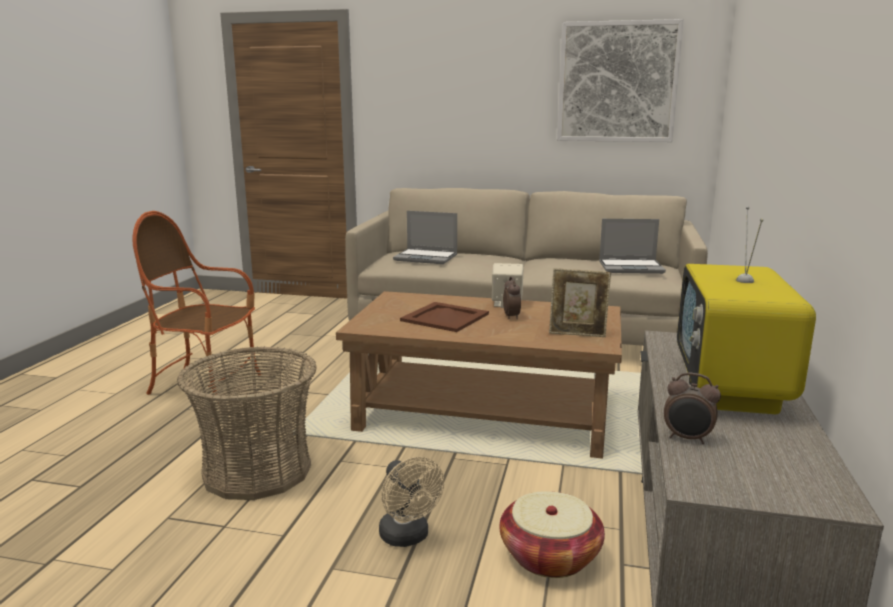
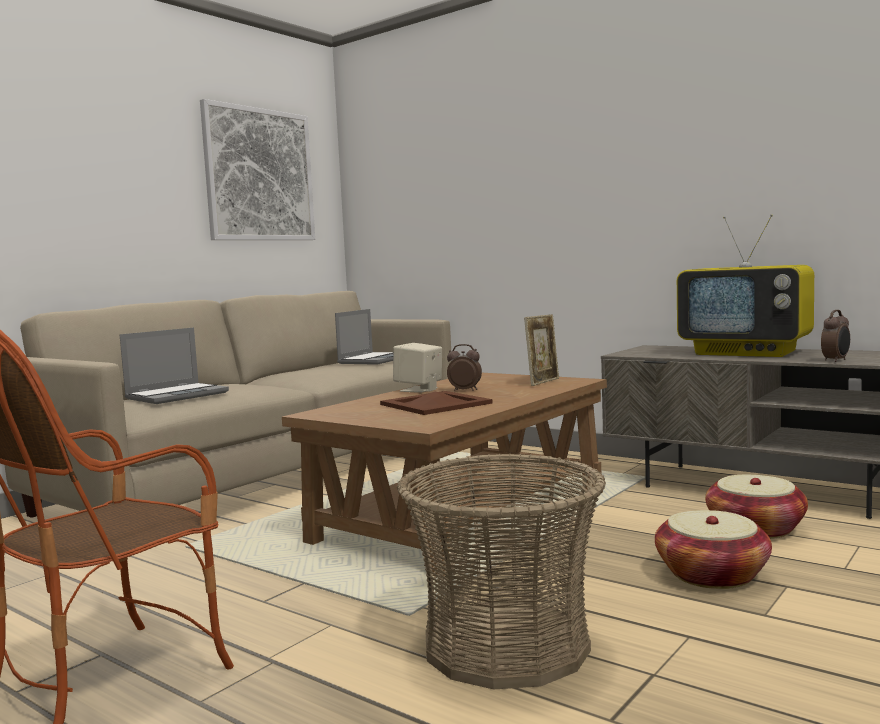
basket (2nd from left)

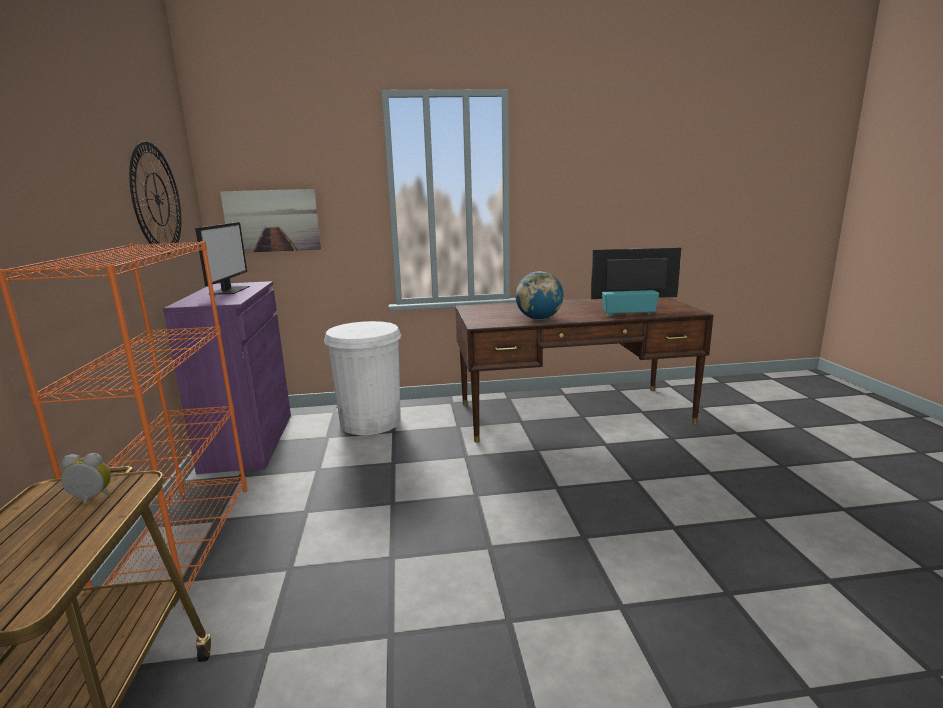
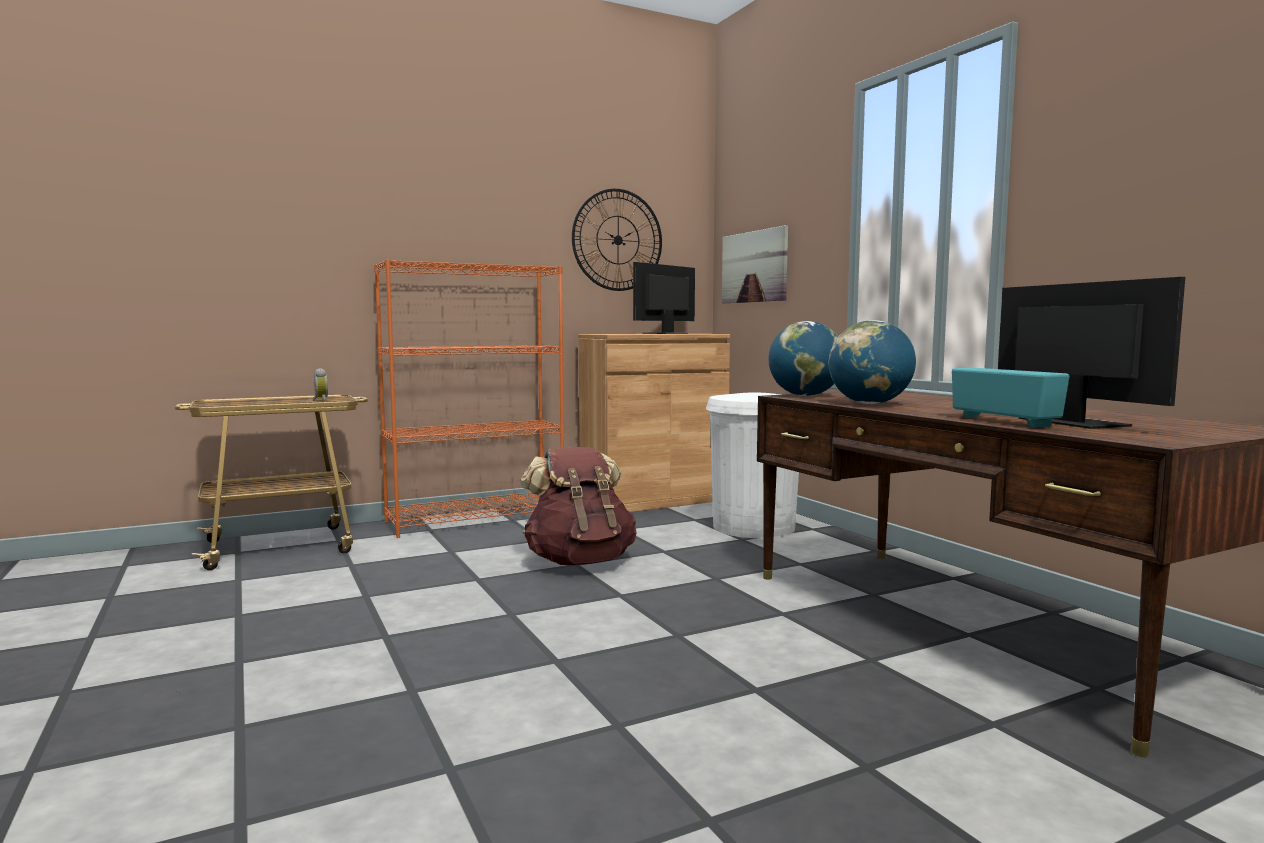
brown backpack
brown cabinet
monitor (1st from left)
globe (1st from left)

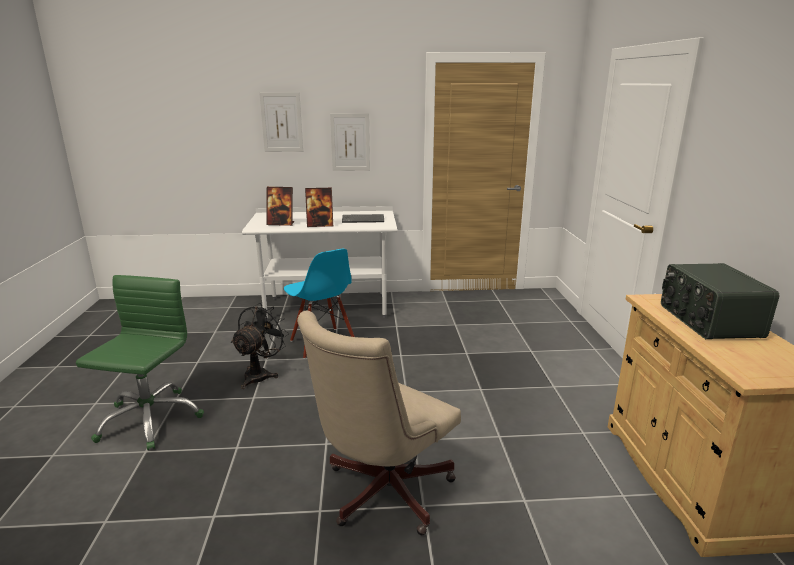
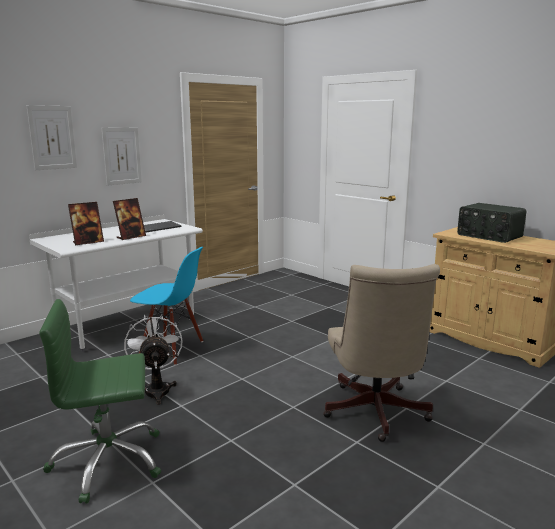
green office chair
white fan

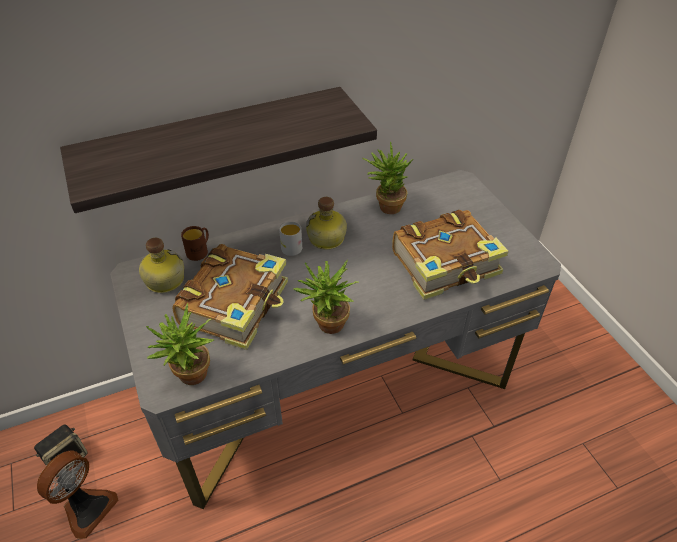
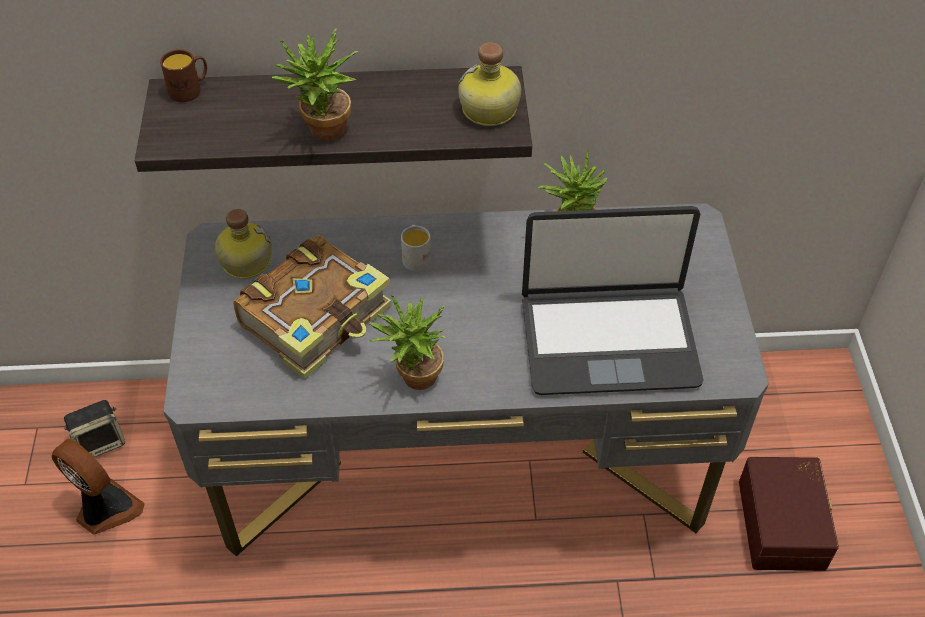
fan
brown mug
potted plant (1st from left)
bottle (2nd from left)
laptop
brown storage box

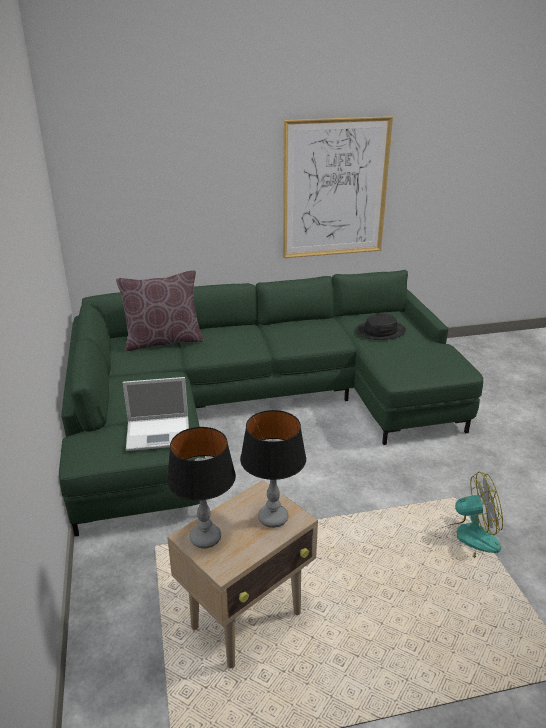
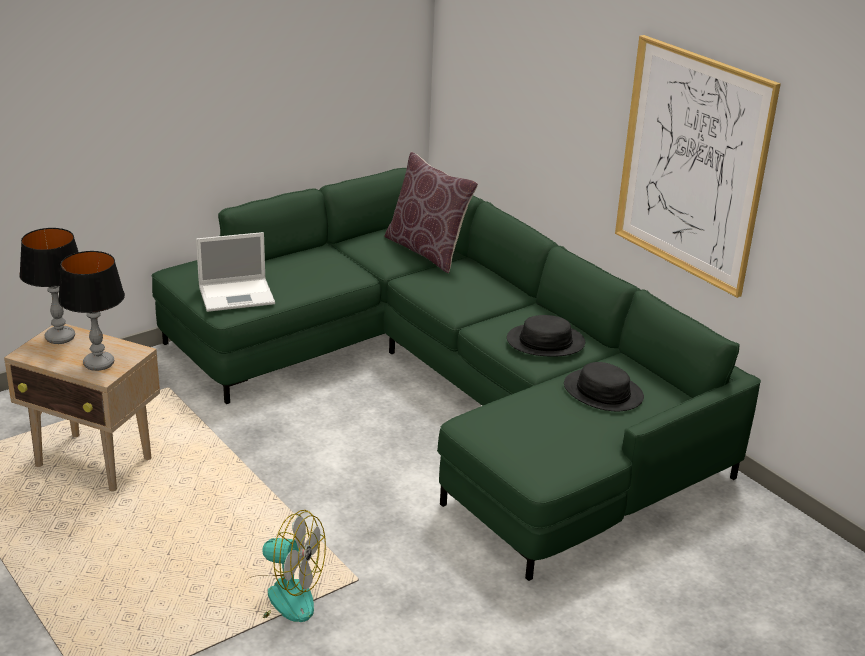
laptop
fan
black hat (1st from left)

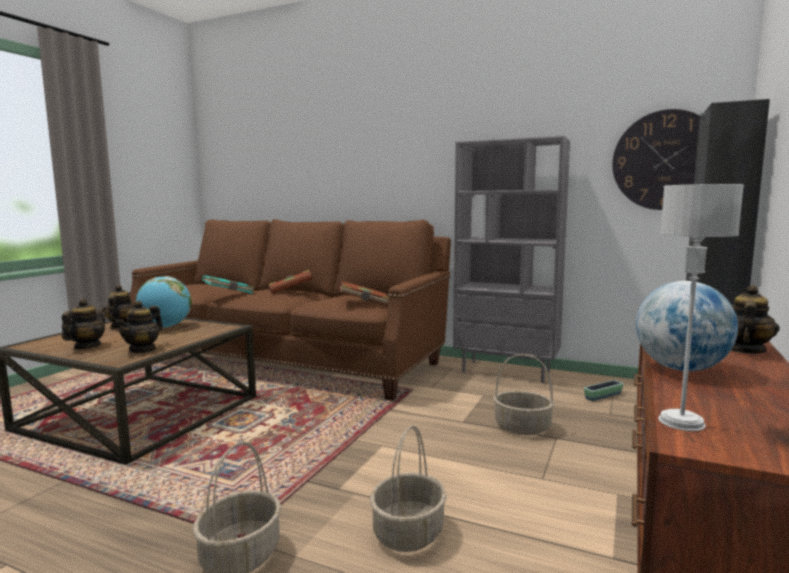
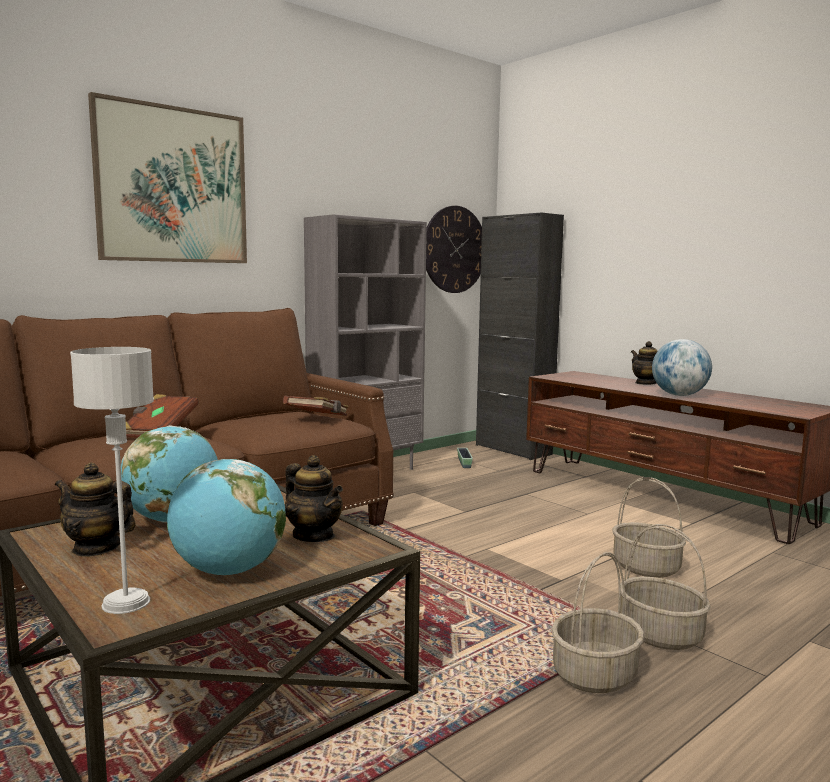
grey table lamp
picture
globe (2nd from left)
basket (1st from left)
turquoise book

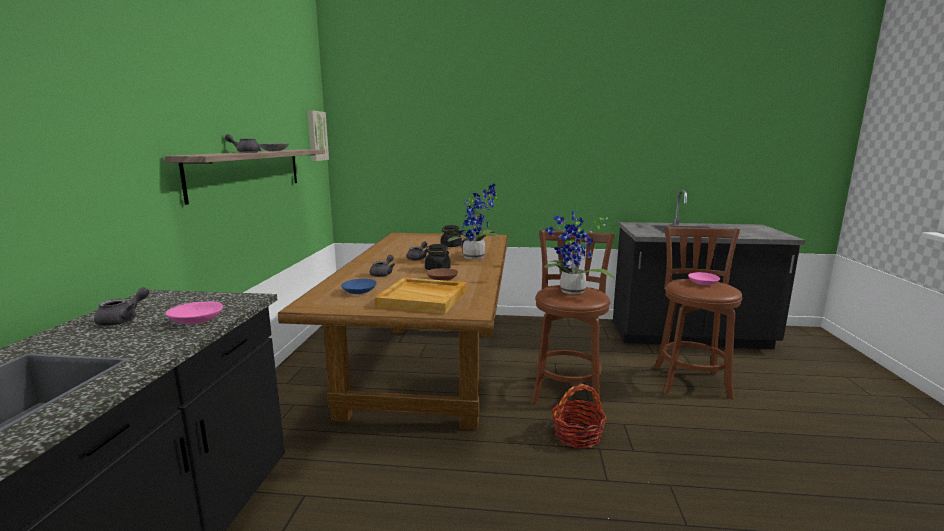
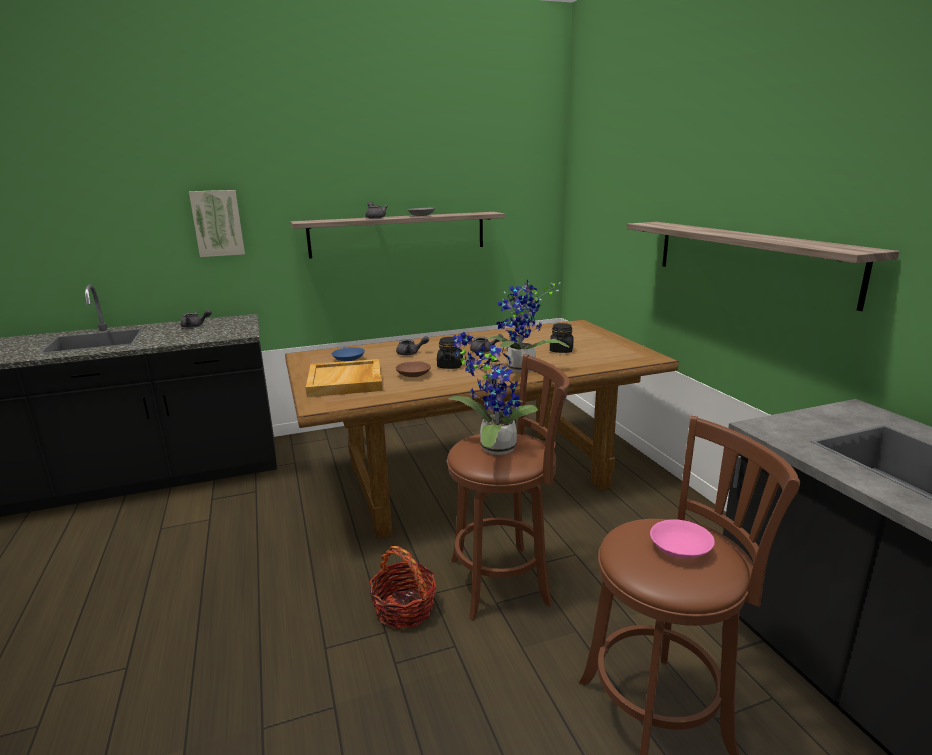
picture
shelf (2nd from left)
pink bowl (1st from left in the first image)

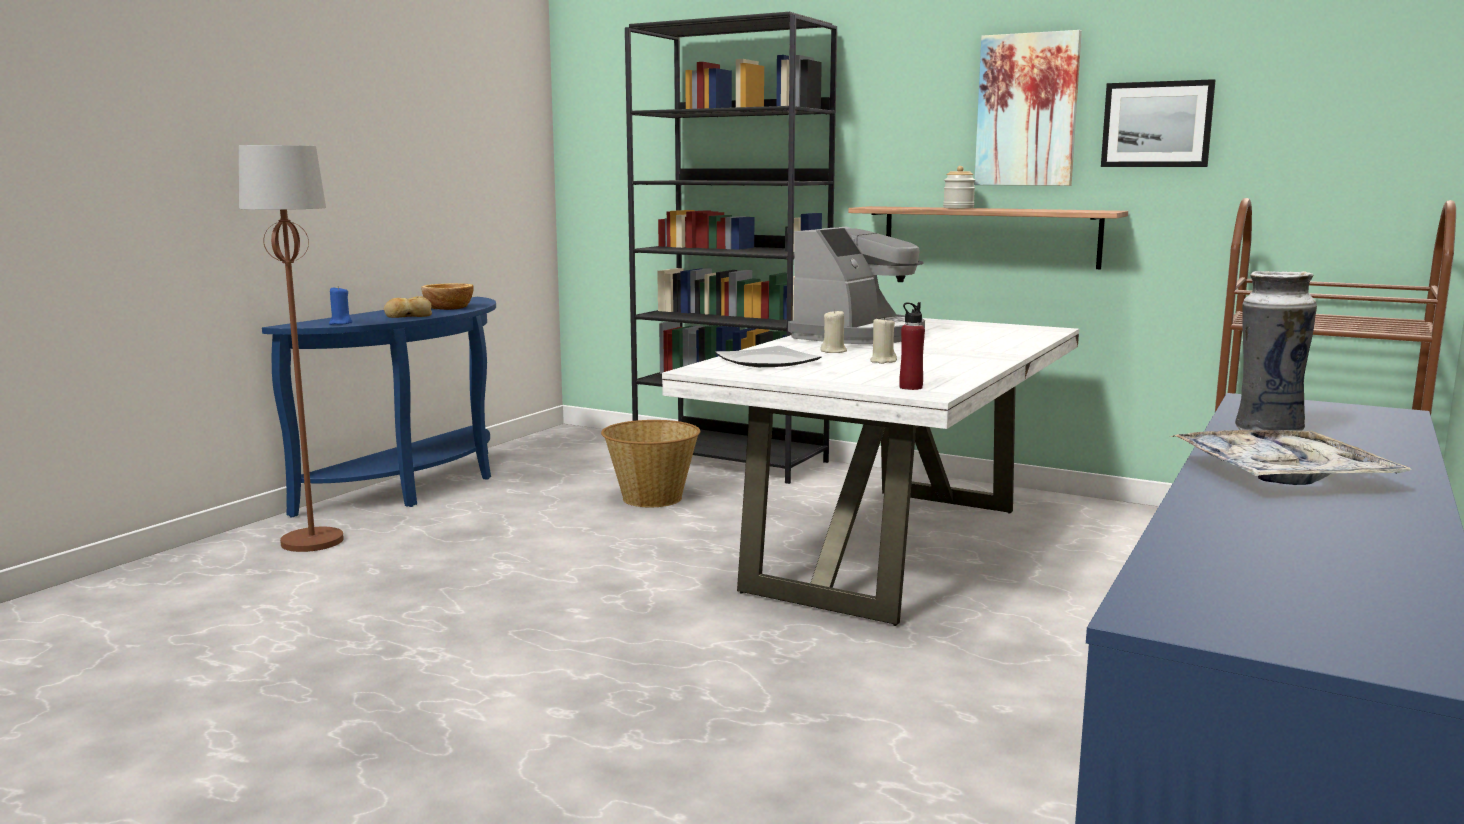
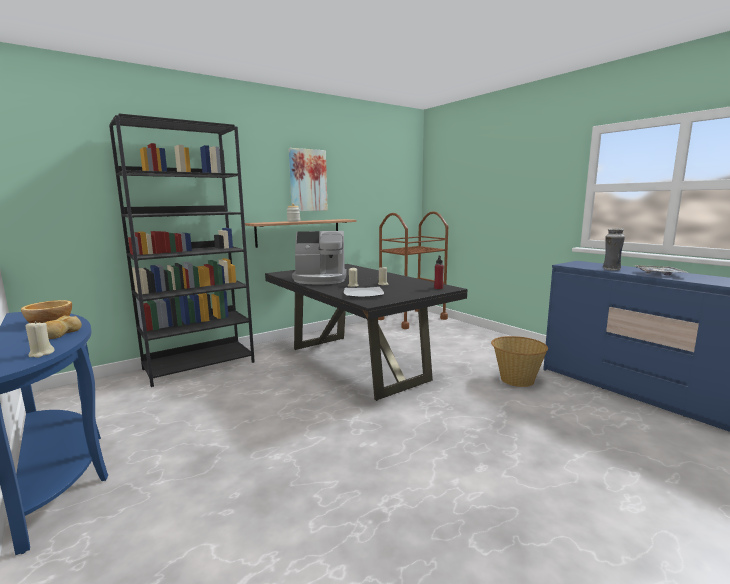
beige candle (1st from left)
black dining table
coffee machine
basket
brown floor lamp
picture (2nd from left in the first image)

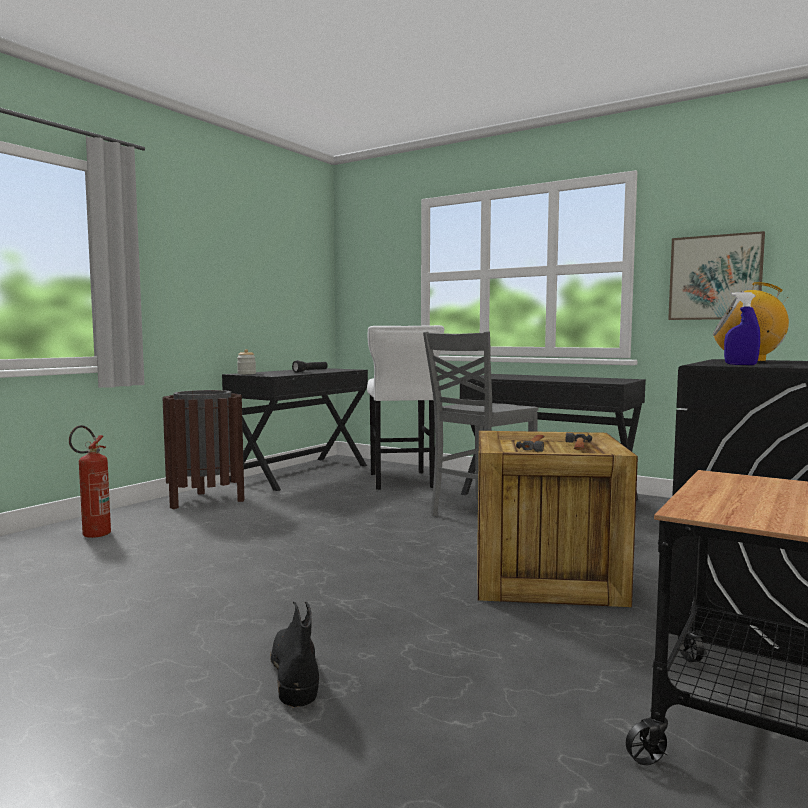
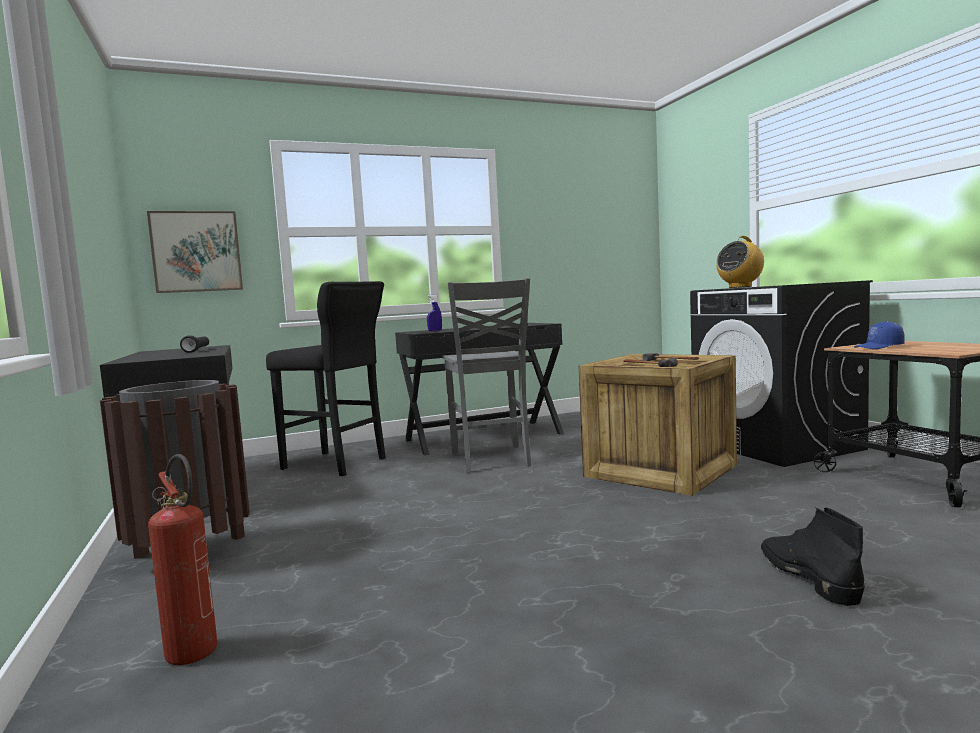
picture
black stool
blue spray bottle
black boot
blue cap
jar

